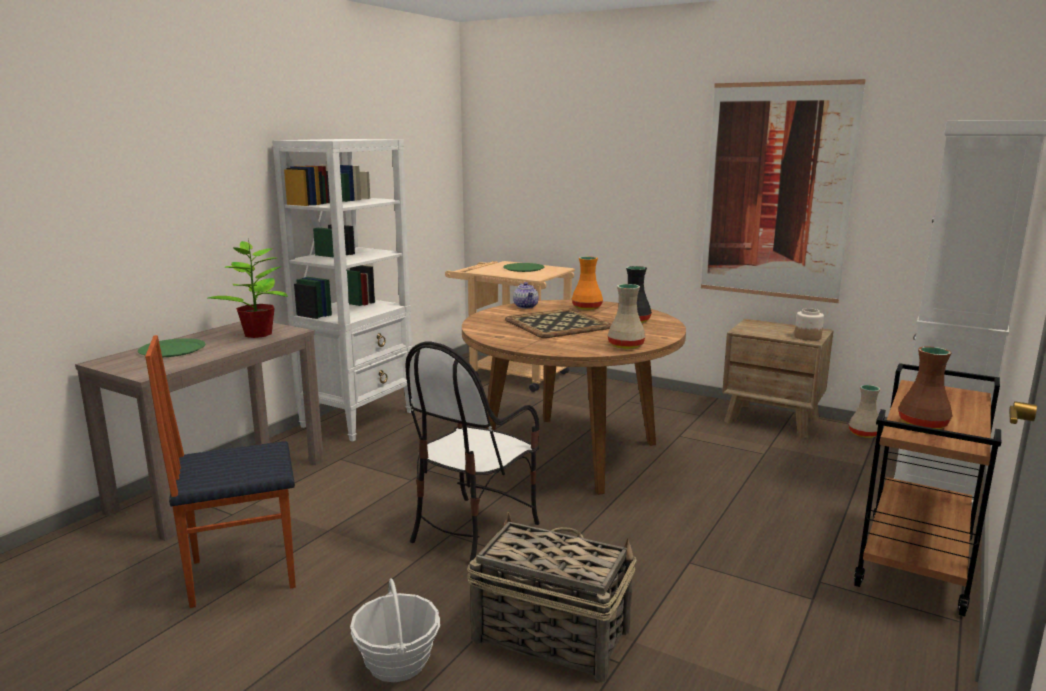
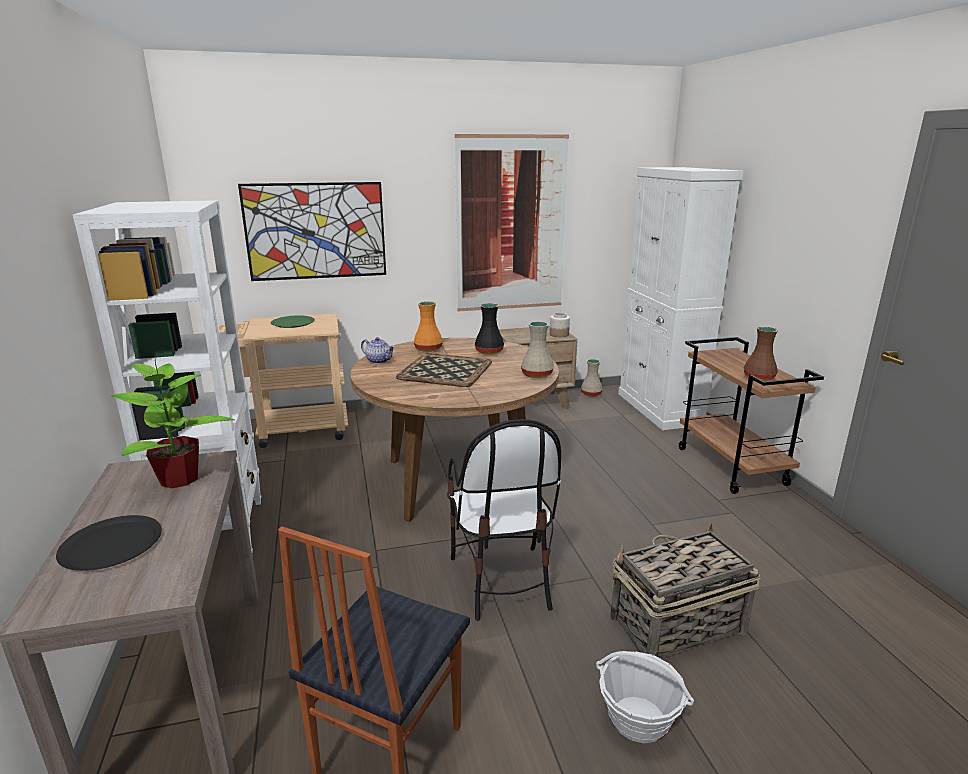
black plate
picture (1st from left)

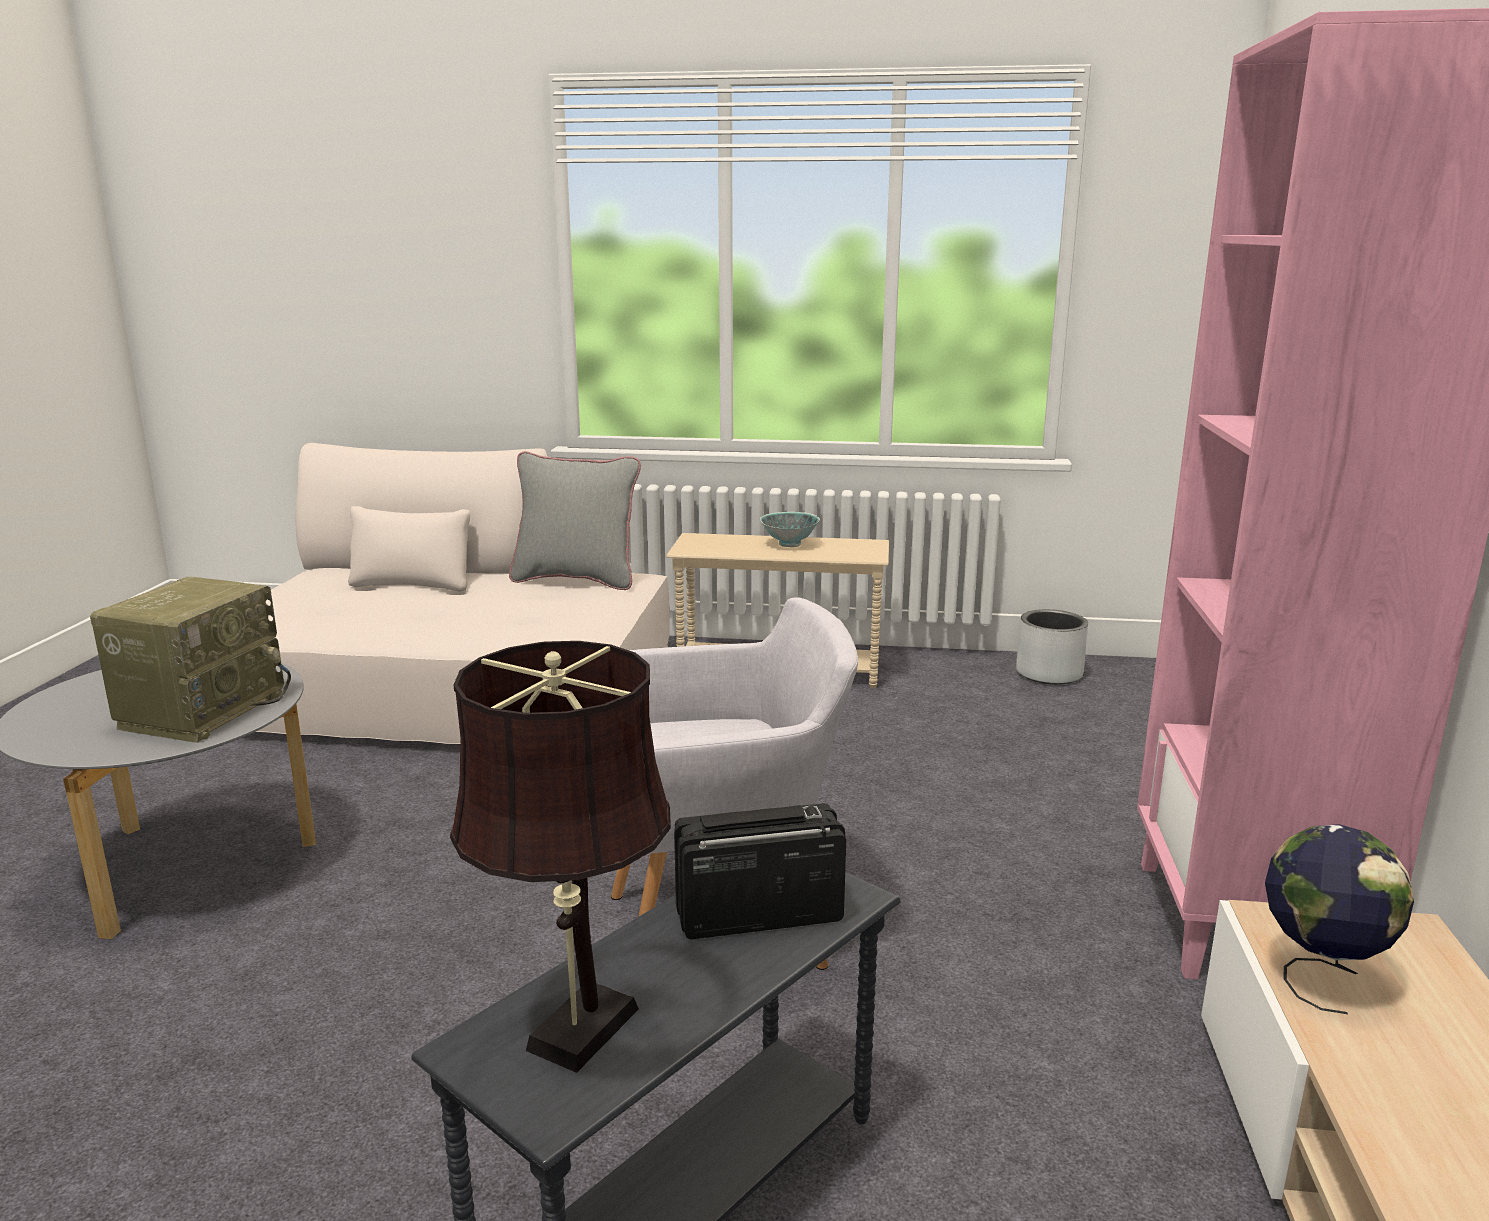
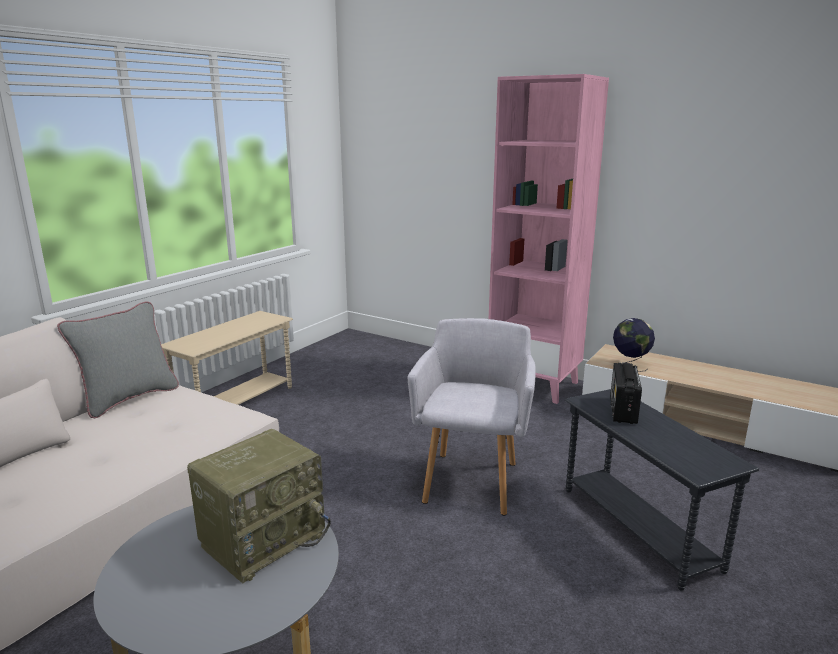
radio (1st from left)
brown table lamp
bowl
grey planter

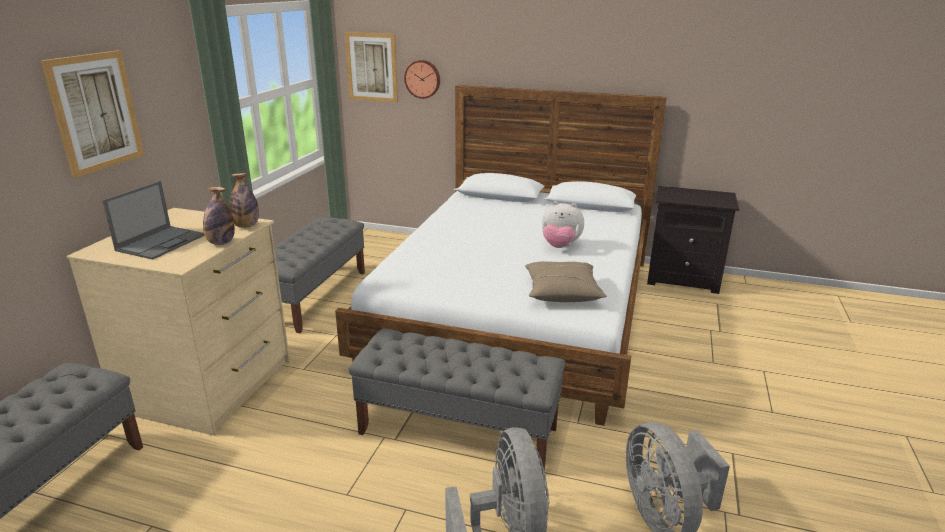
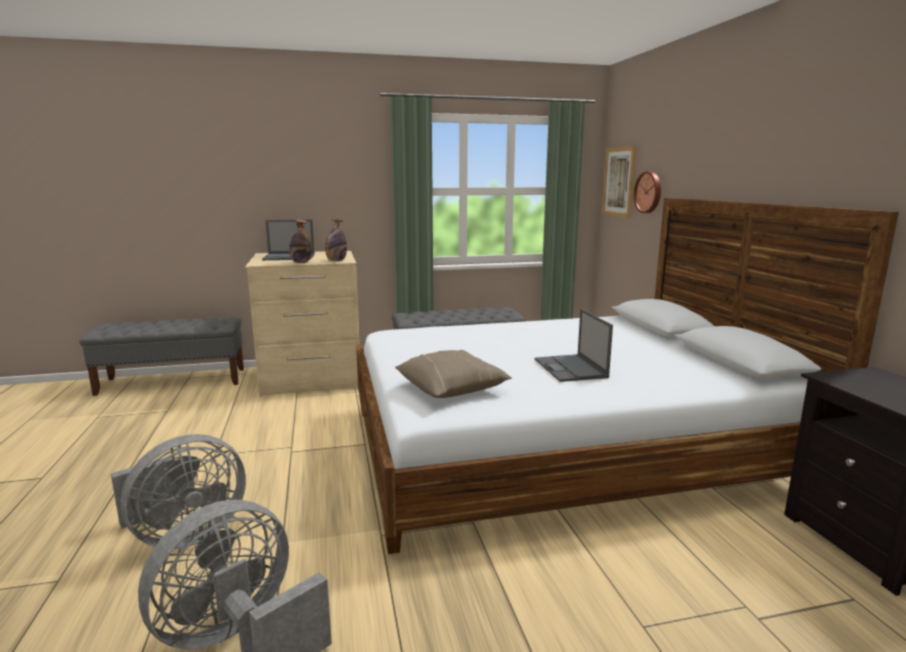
laptop (2nd from left)
picture (1st from left in the first image)
grey bench (3rd from left in the first image)

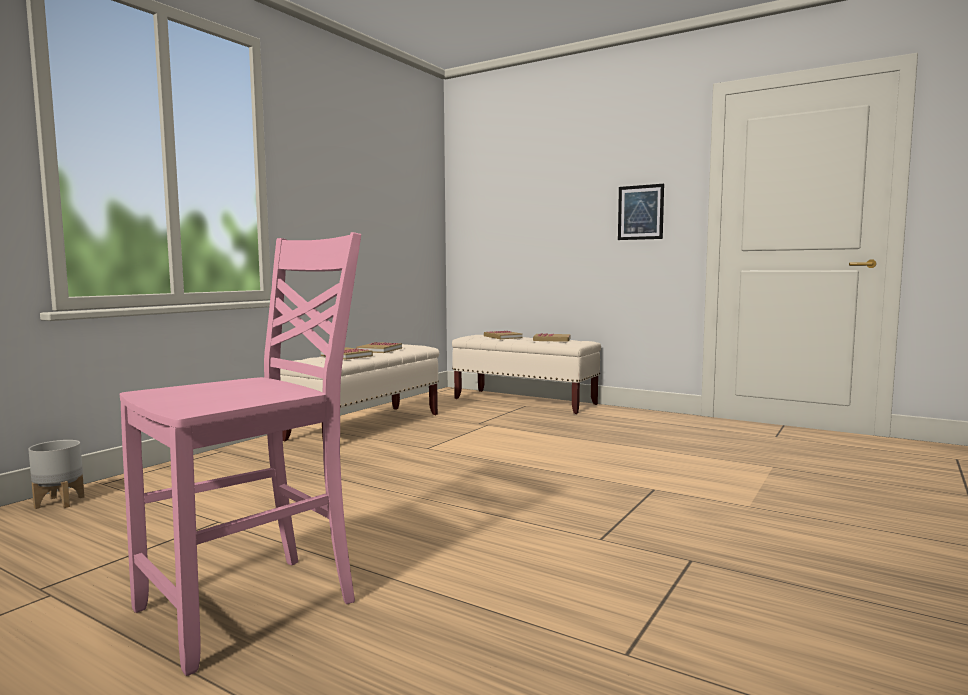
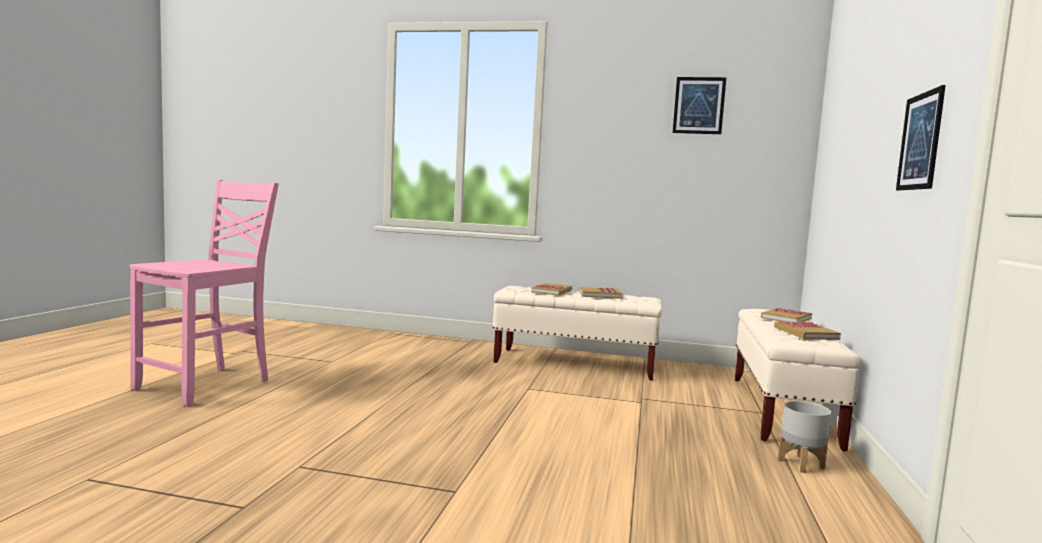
pink chair
picture (1st from left)
grey planter

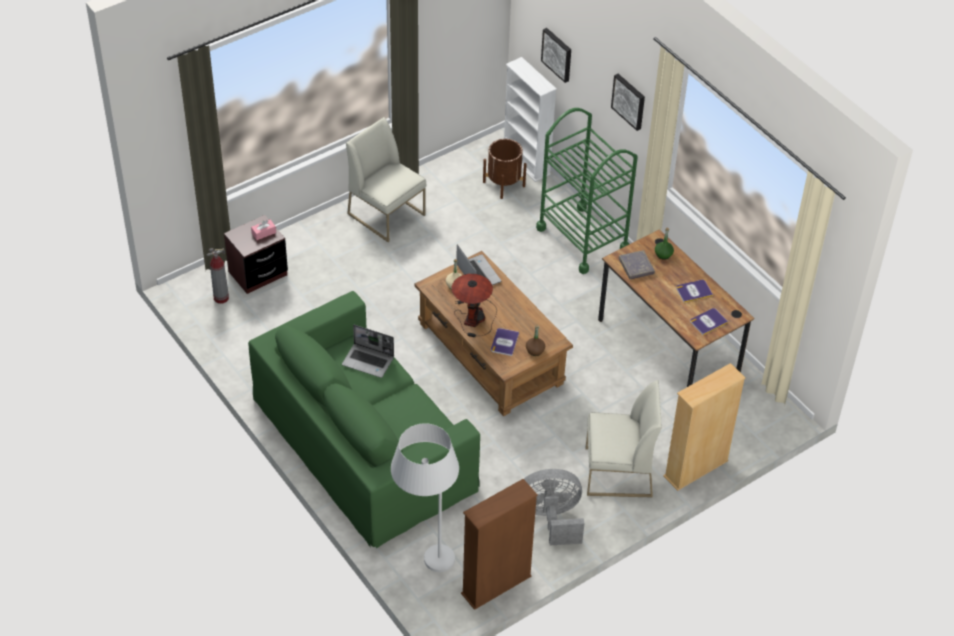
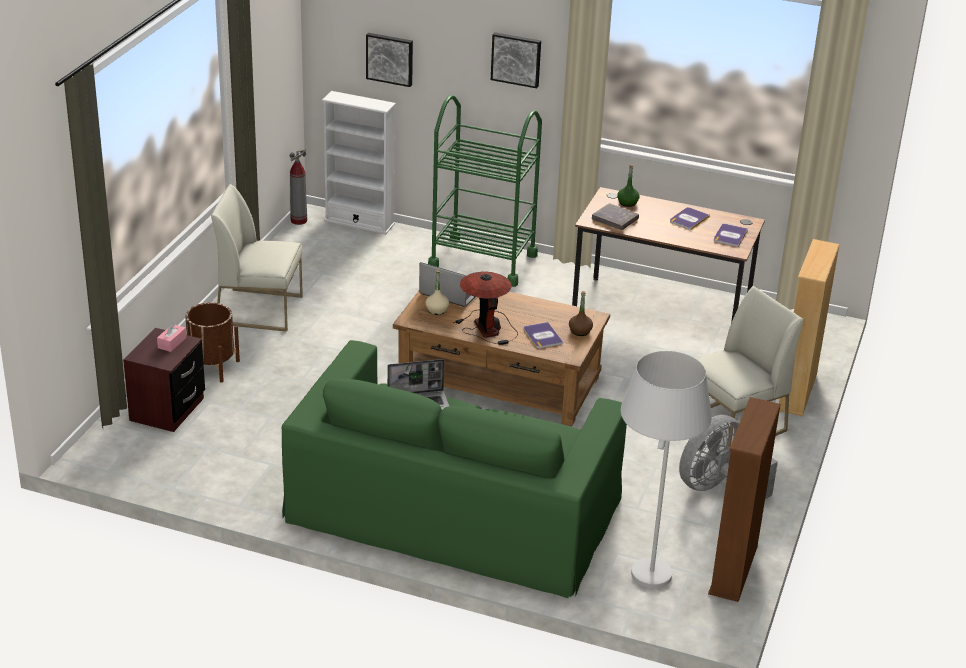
brown planter
fire extinguisher

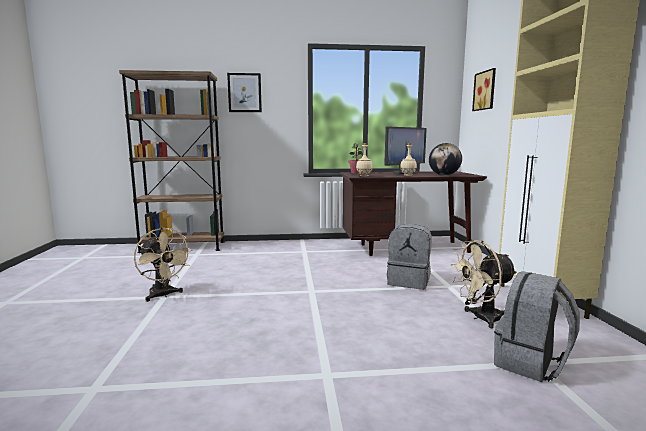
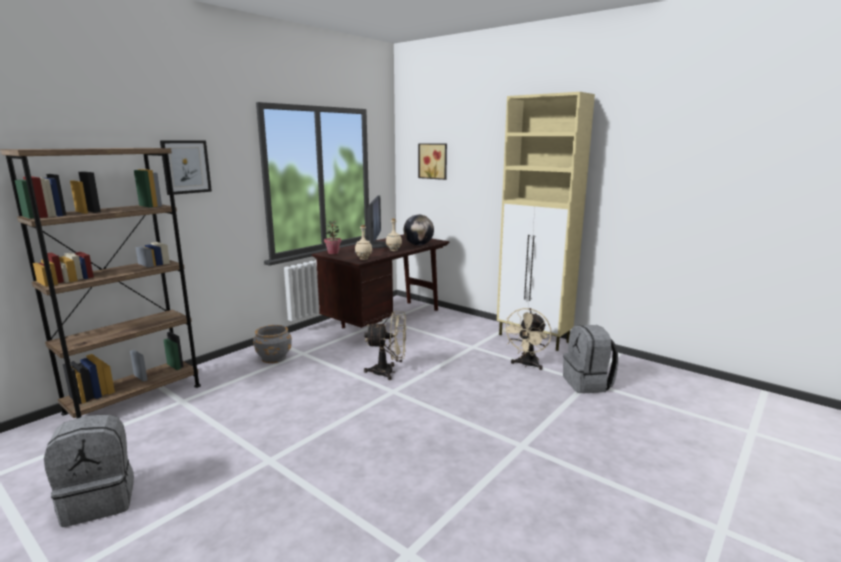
grey backpack (1st from left)
grey planter
beige fan (1st from left)

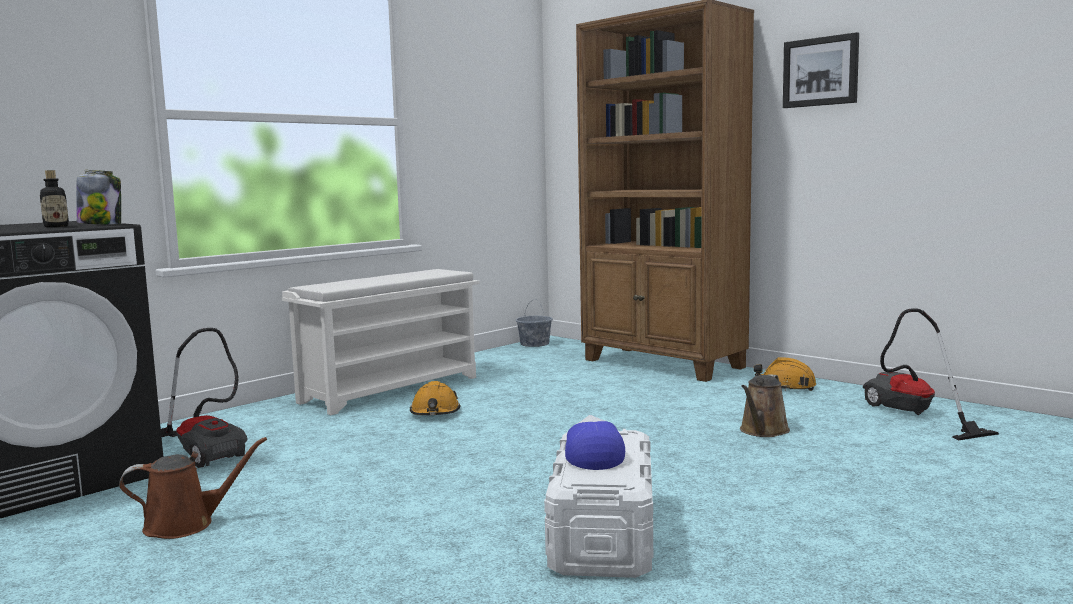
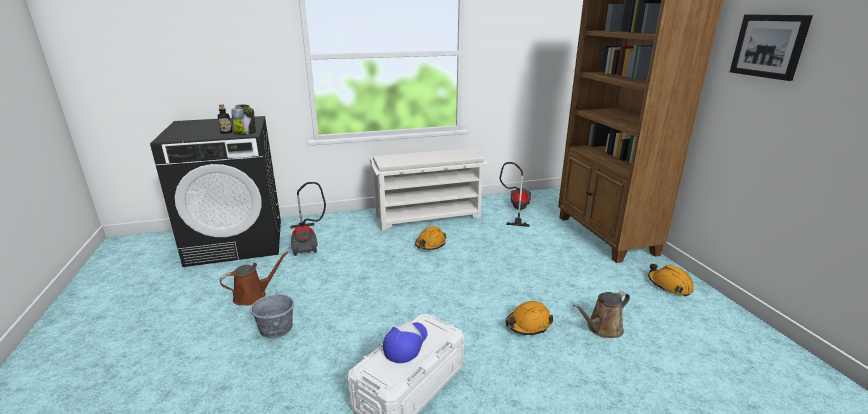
brown watering can (1st from left)
grey bucket
vacuum cleaner (2nd from left)
orange hard hat (2nd from left)

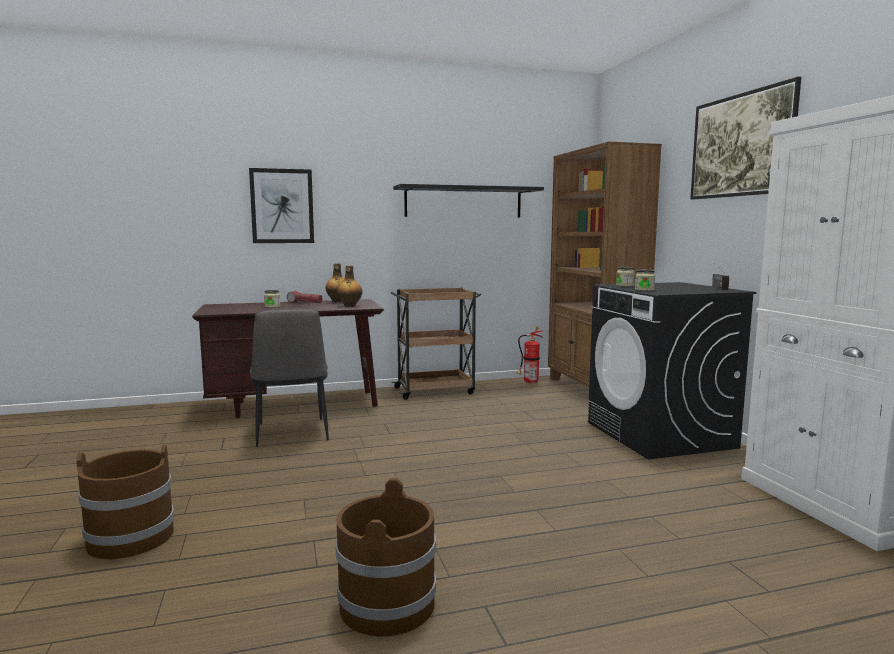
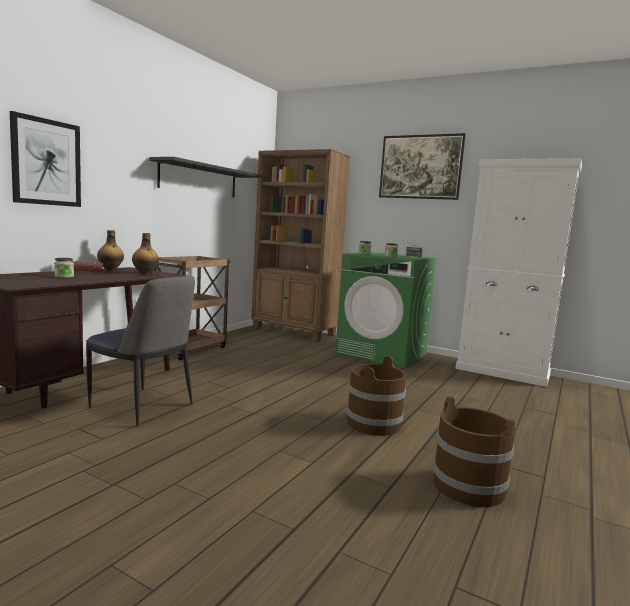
green washing machine
brown bucket (1st from left)
fire extinguisher

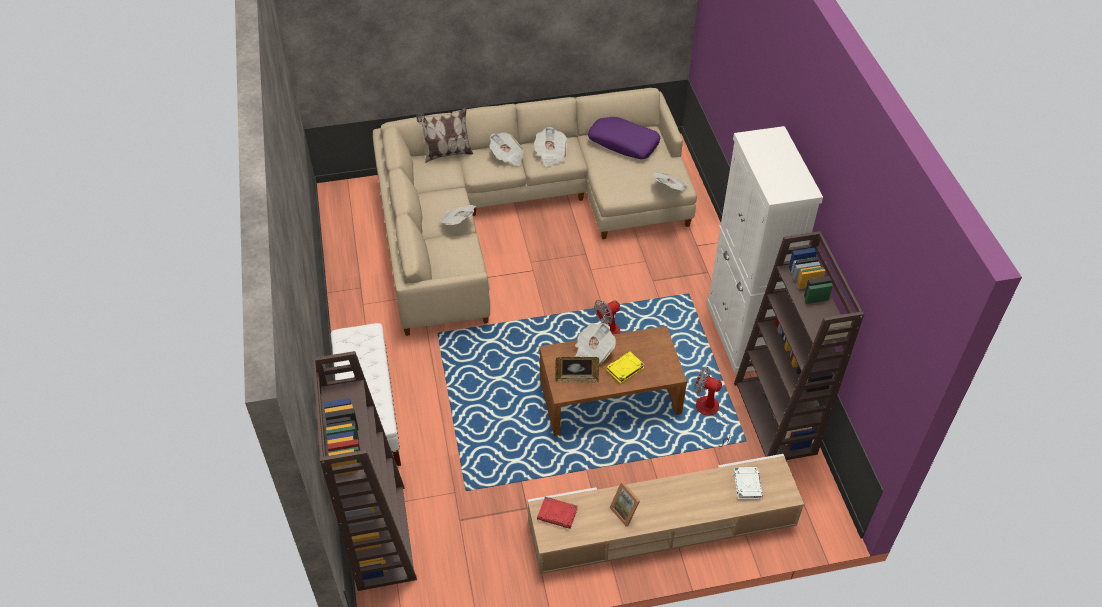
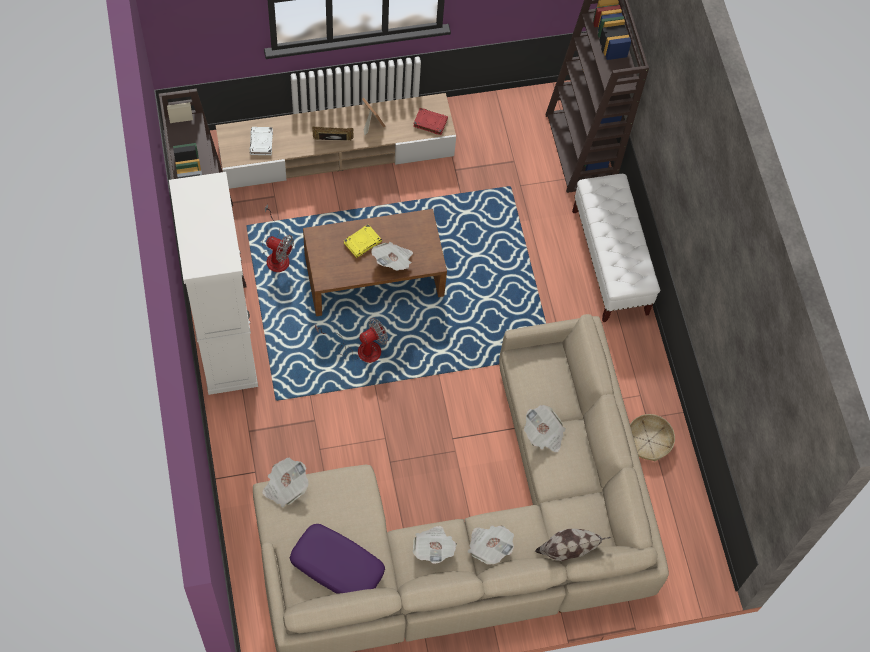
picture frame (1st from left)
basket

